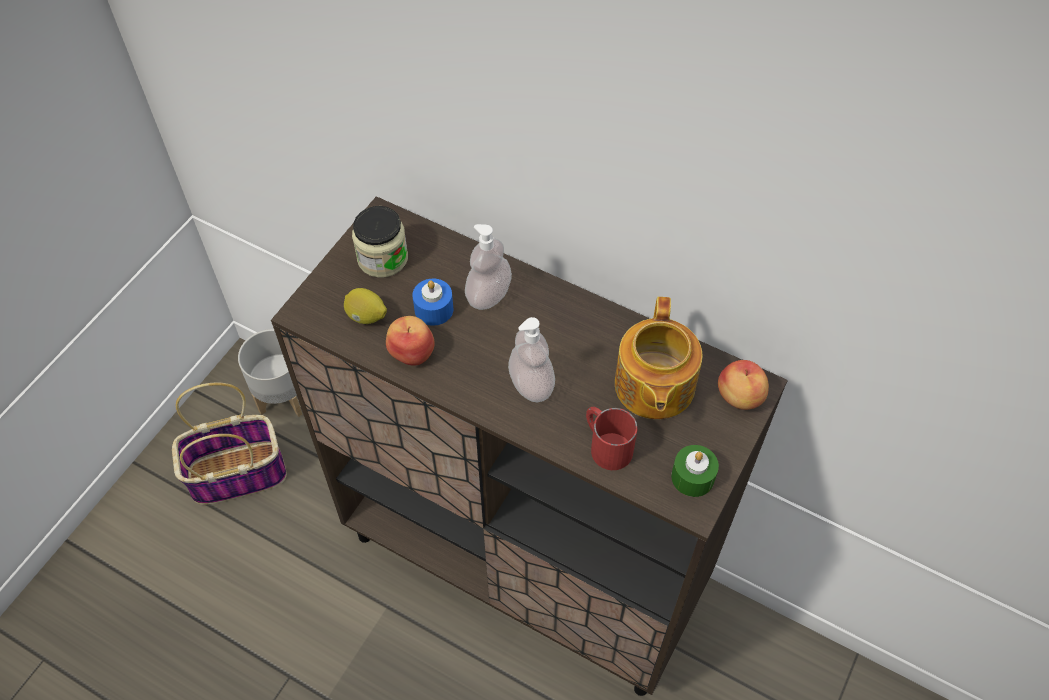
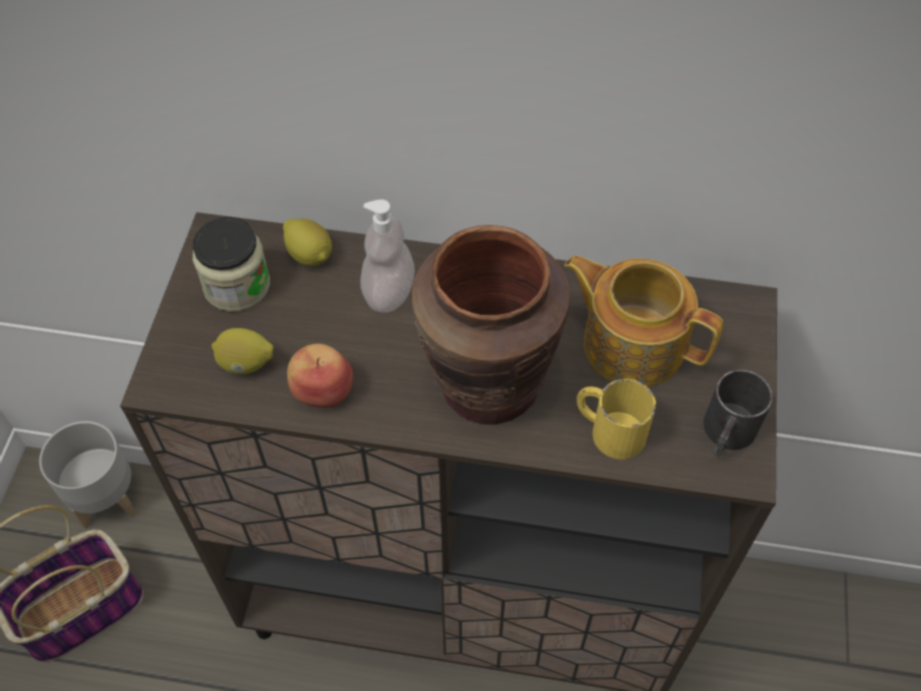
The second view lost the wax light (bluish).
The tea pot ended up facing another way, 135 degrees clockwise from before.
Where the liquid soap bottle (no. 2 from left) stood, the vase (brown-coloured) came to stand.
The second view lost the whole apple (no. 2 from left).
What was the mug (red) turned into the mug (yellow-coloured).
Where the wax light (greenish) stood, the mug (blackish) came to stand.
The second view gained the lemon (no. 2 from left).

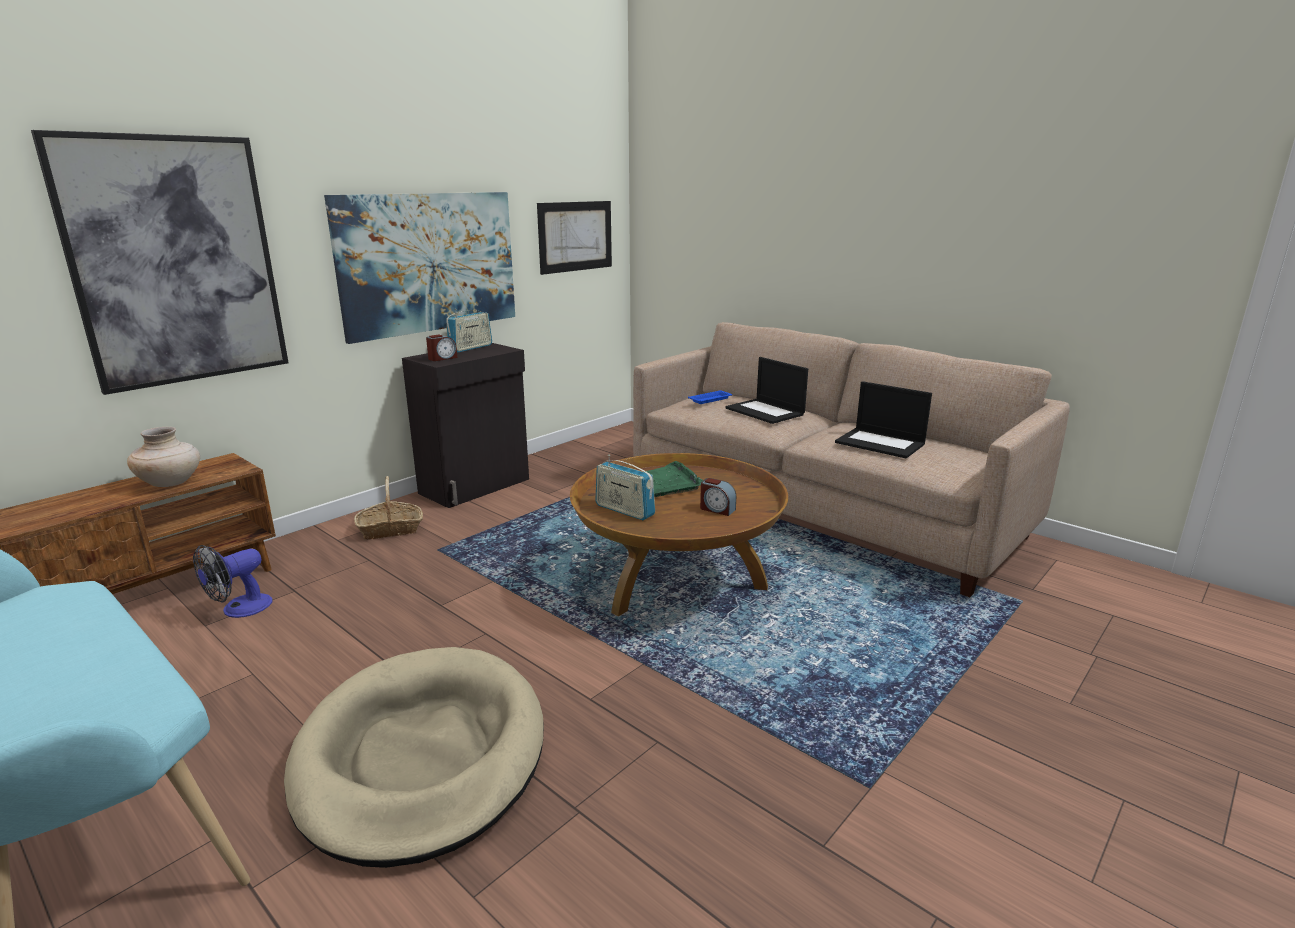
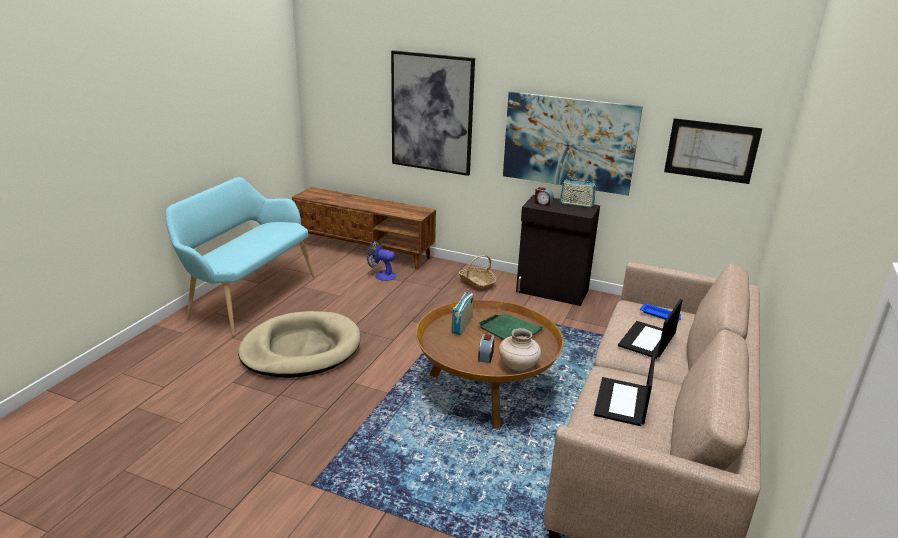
The vase (beige-coloured) ended up elsewhere.

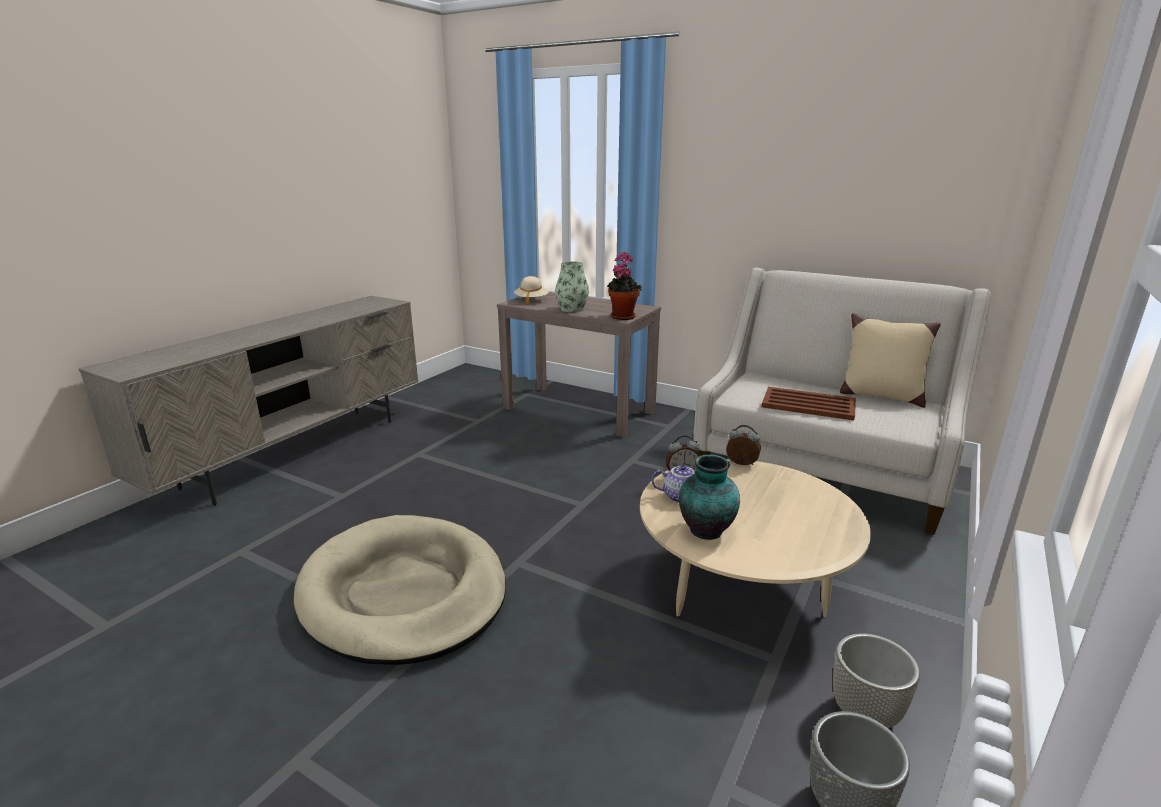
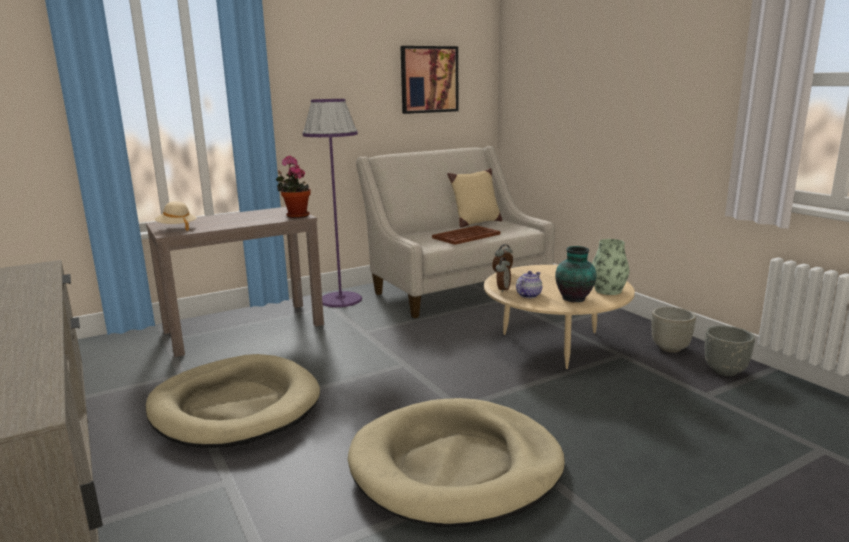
The vase (no. 1 from left in the first image) ended up elsewhere.
The second view gained the picture.
The second view gained the standard lamp (purplish).
The second view gained the dog bed (beige-coloured) (no. 1 from left).

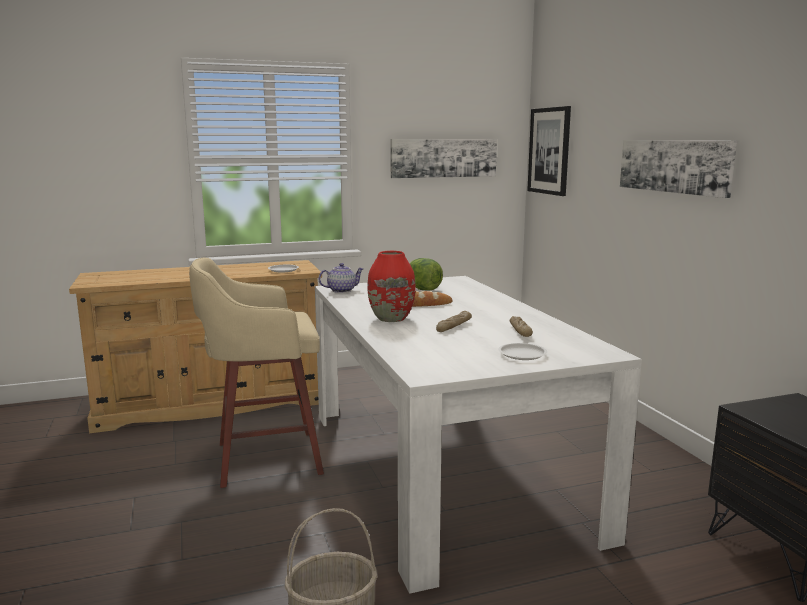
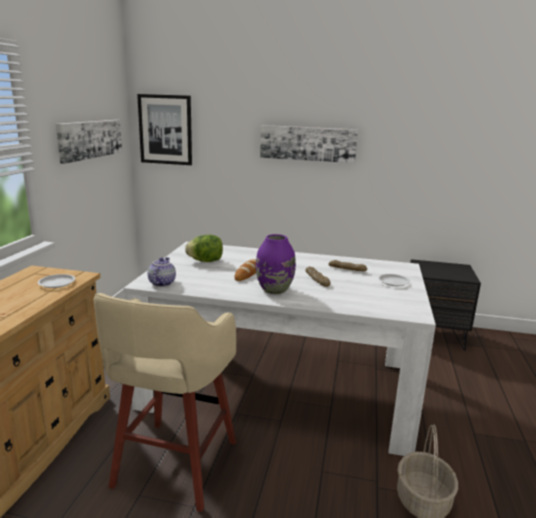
What was the vase (red) turned into the vase (purplish).

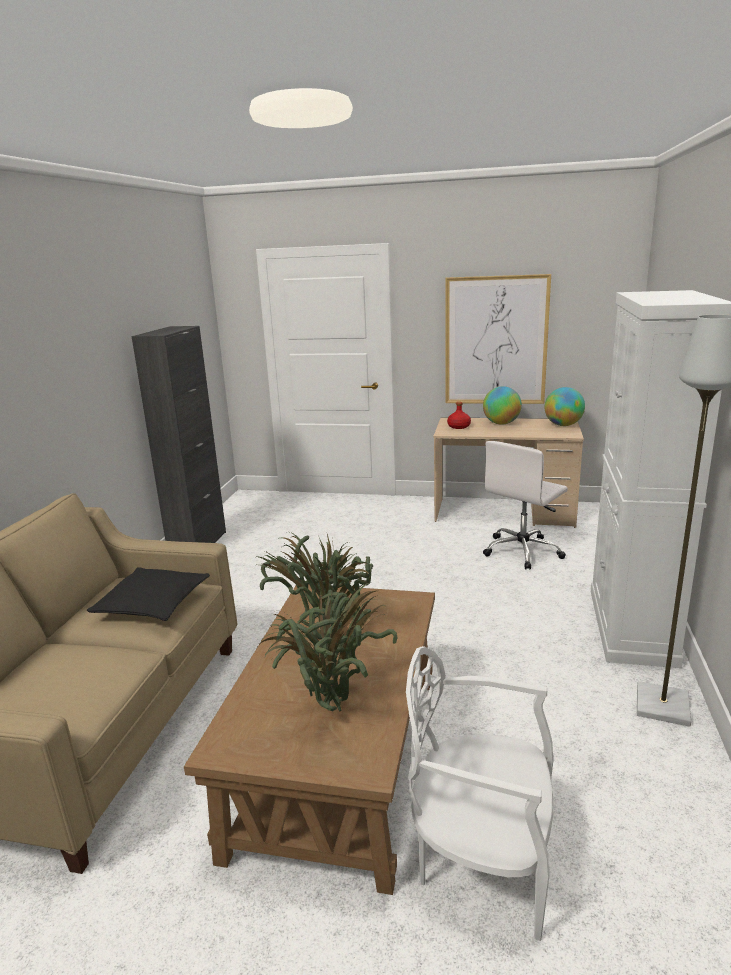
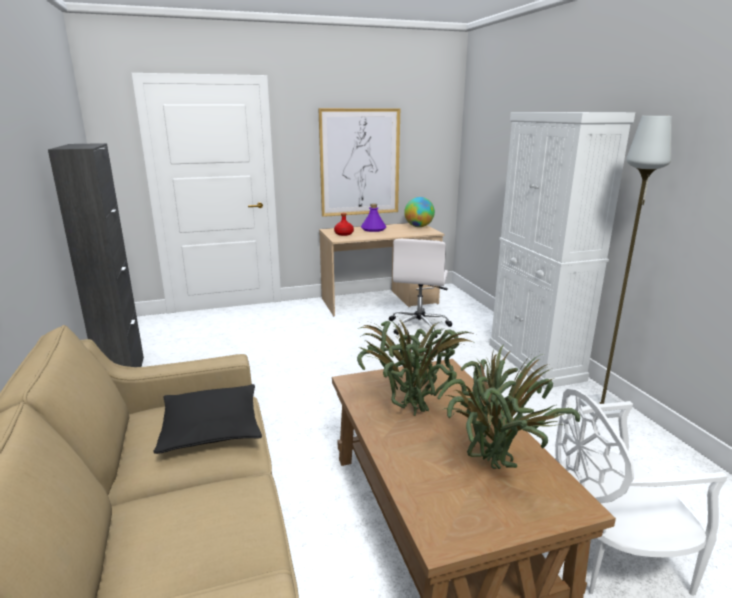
Where the desk globe (no. 1 from left) stood, the beverage bottle (purplish) came to stand.

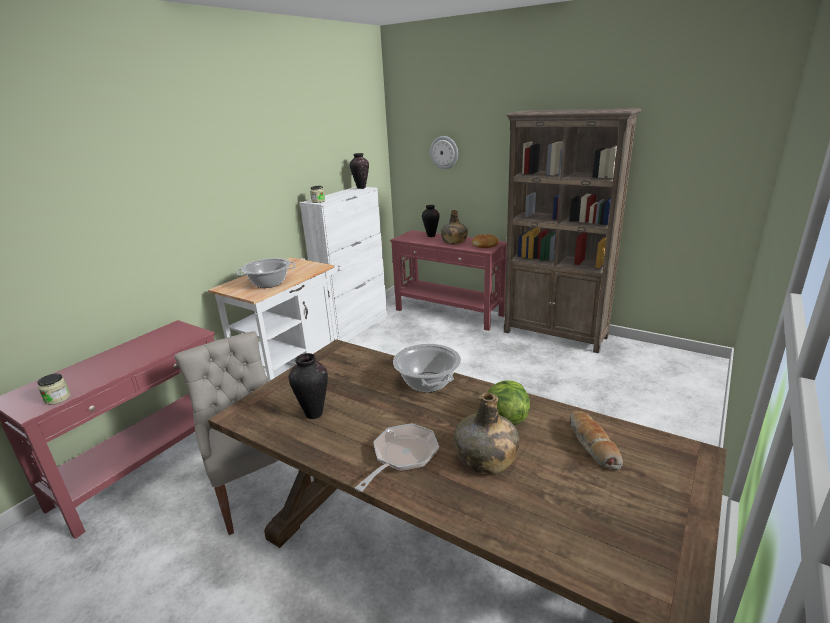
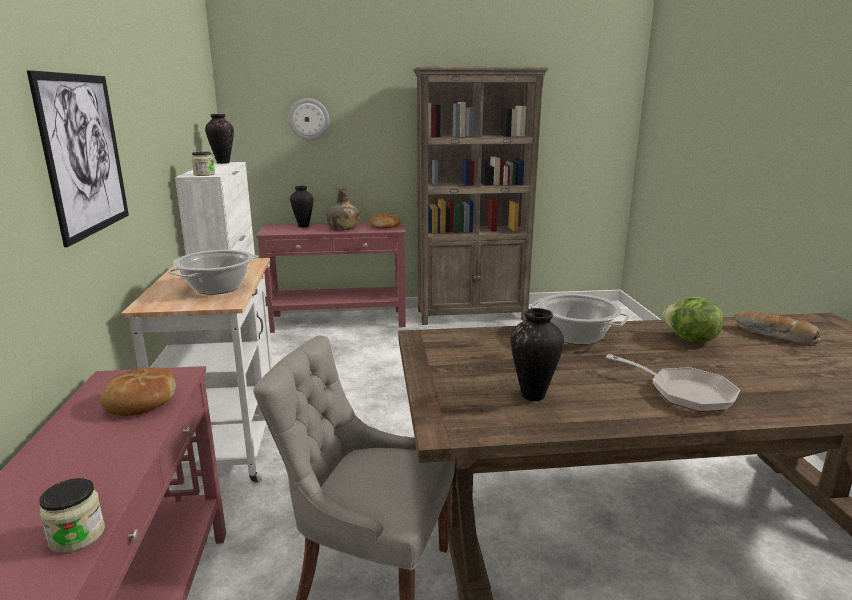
The second view lost the beverage bottle (greenish) (no. 2 from left).
The frying pan ended up facing another way, 135 degrees clockwise from before.
The second view gained the picture.
The second view gained the baked bread (no. 1 from left).

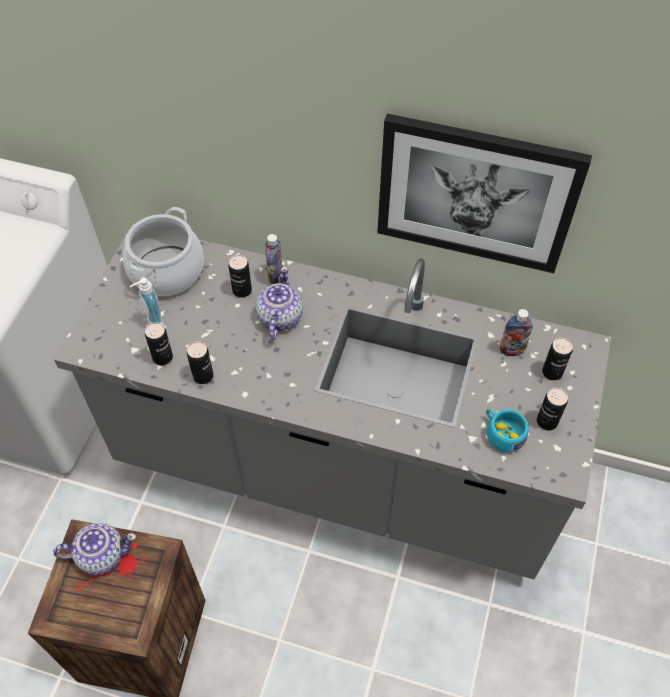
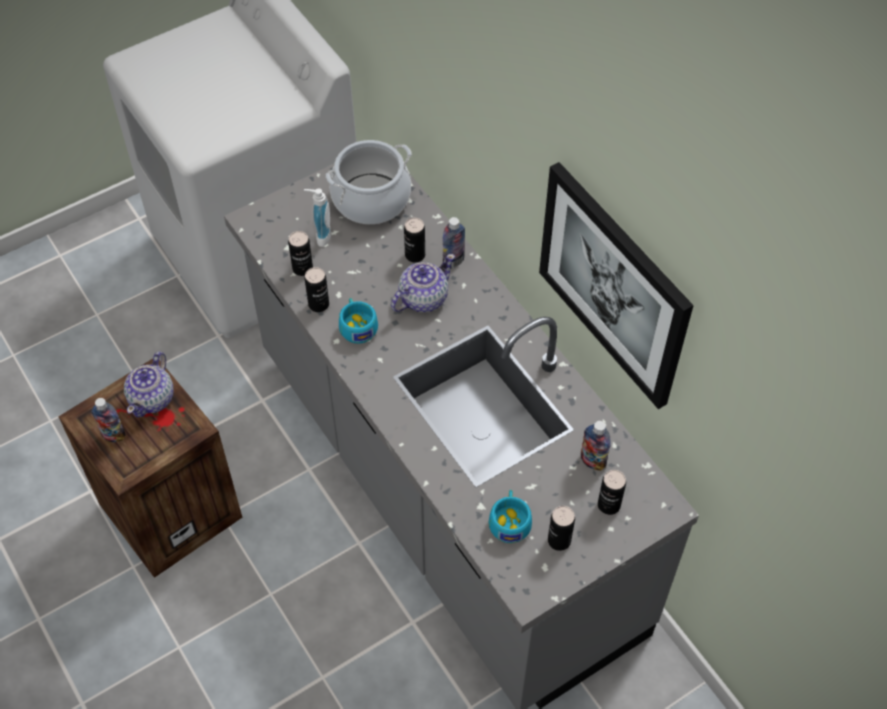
The tea pot (no. 1 from left) ended up facing another way, 75 degrees clockwise from before.
The second view gained the drinking cup (turquoise) (no. 1 from left).
The second view gained the beverage bottle (no. 1 from left).

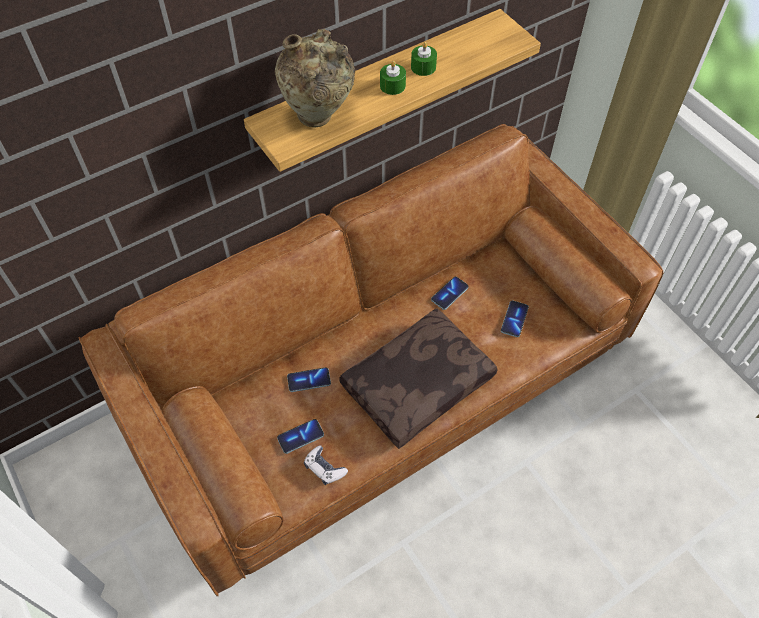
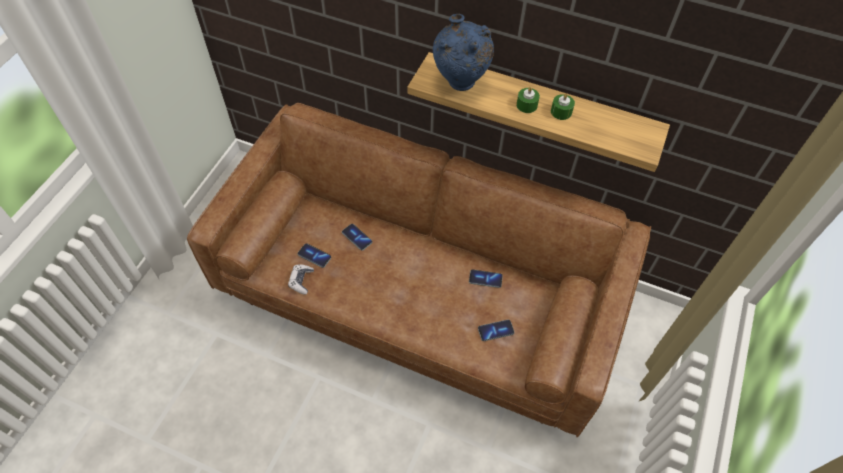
What was the vase (beige-coloured) turned into the vase (bluish).
The second view lost the cushion (brown-coloured).

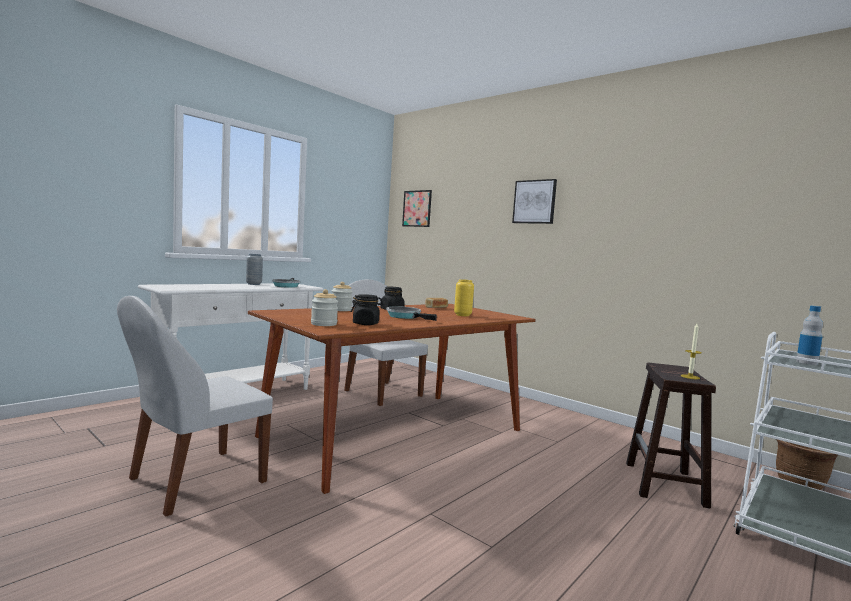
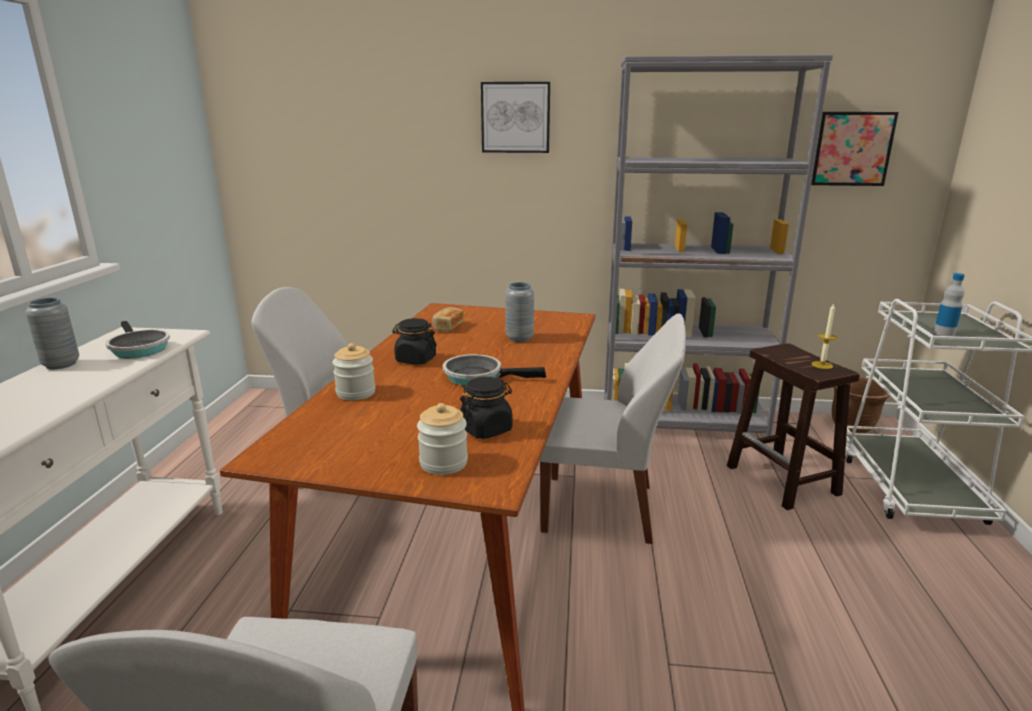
The picture (no. 1 from left in the first image) ended up elsewhere.
What was the vase (yellow-coloured) turned into the vase (greyish) (no. 2 from left).
The second view gained the bookshelf (greyish).
The second view gained the chair (whitish) (no. 3 from left).

